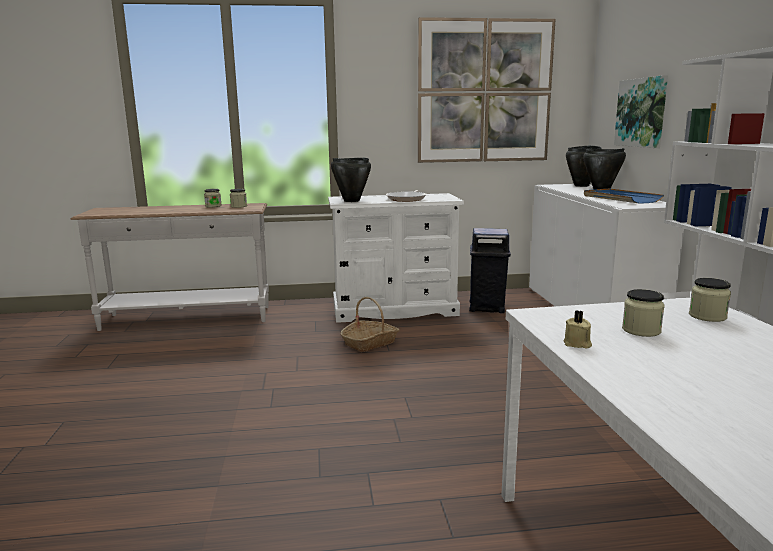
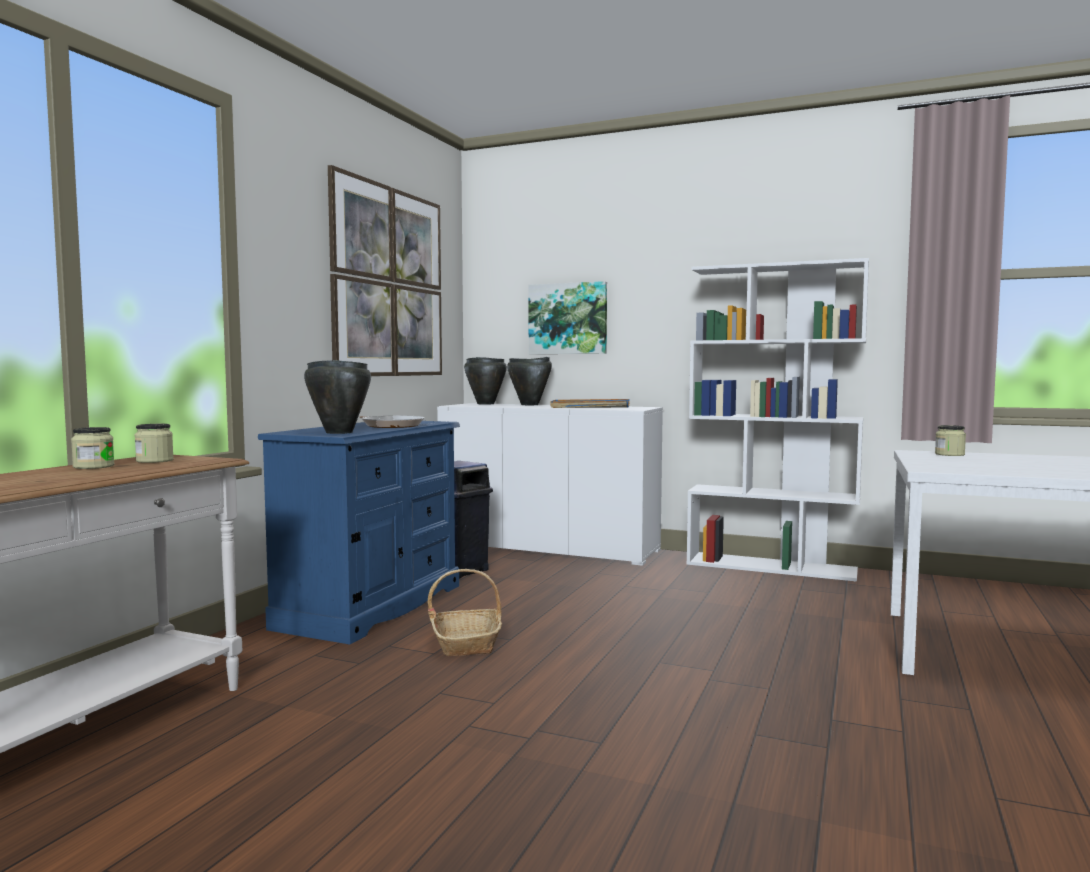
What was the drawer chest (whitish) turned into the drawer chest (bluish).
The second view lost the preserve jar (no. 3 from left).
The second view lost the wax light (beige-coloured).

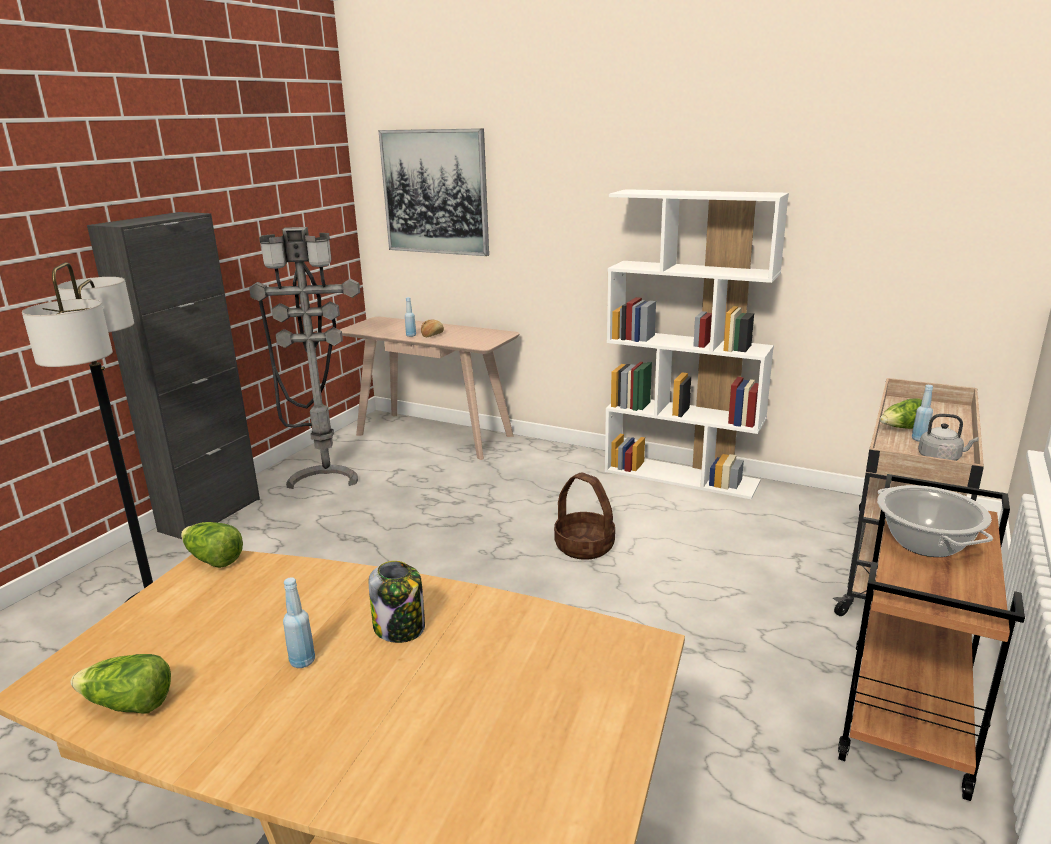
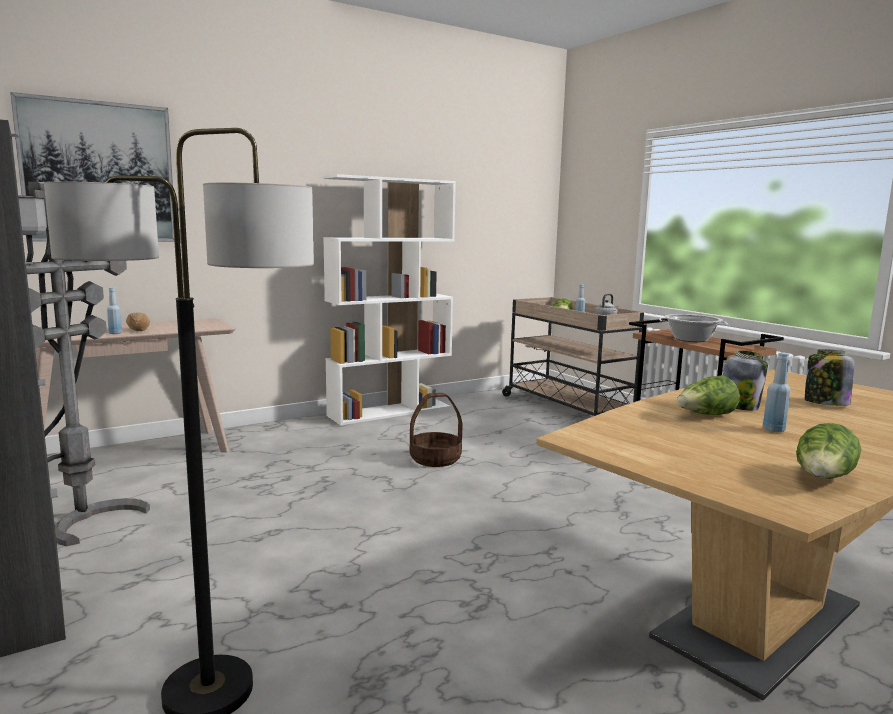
The lettuce (no. 2 from left) ended up elsewhere.
The second view gained the preserve jar (no. 2 from left).

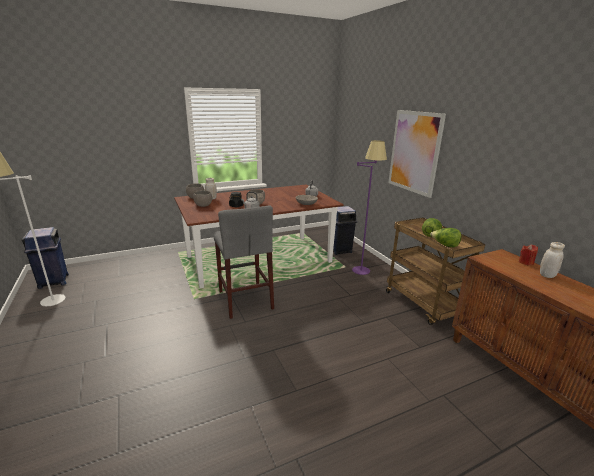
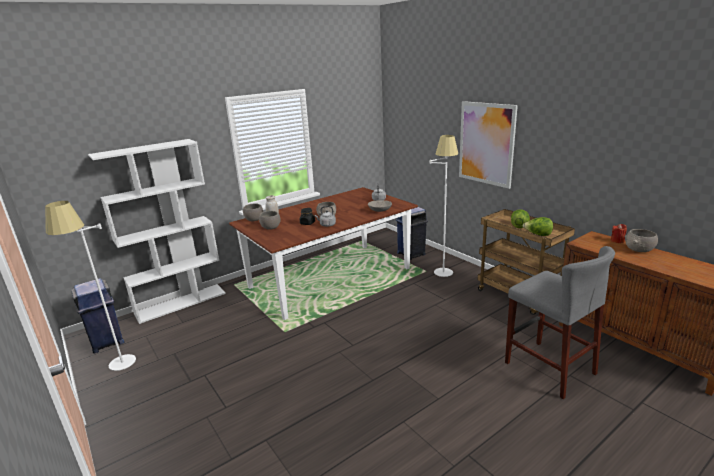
What was the standard lamp (purplish) turned into the standard lamp (whitish) (no. 2 from left).
The stool (greyish) ended up elsewhere.
Where the preserve jar (whitish) (no. 2 from left) stood, the deep dish (greyish) (no. 5 from left) came to stand.
The second view gained the bookshelf (whitish).

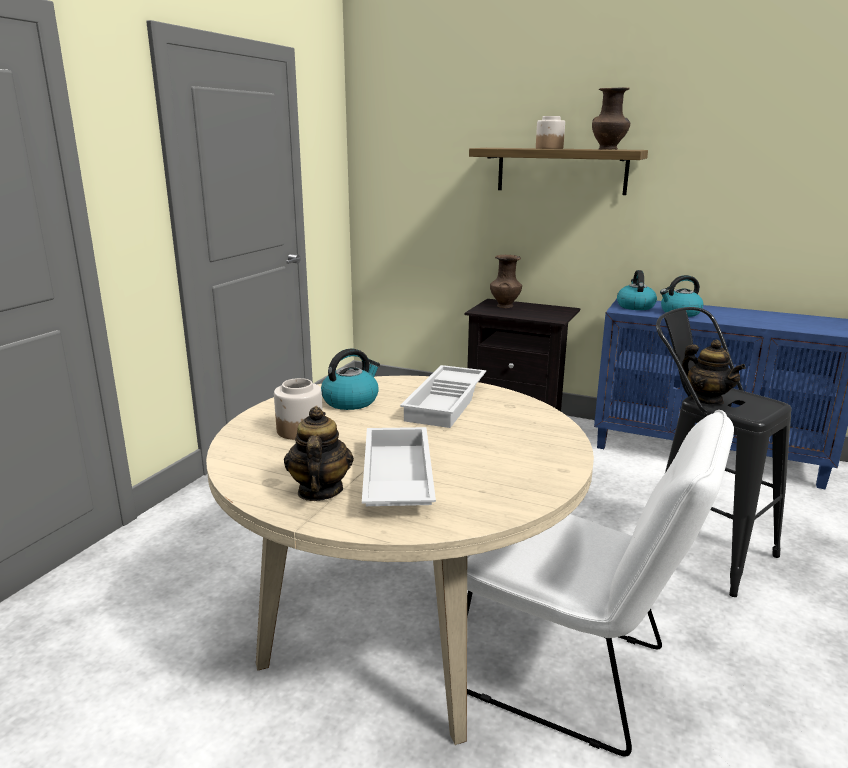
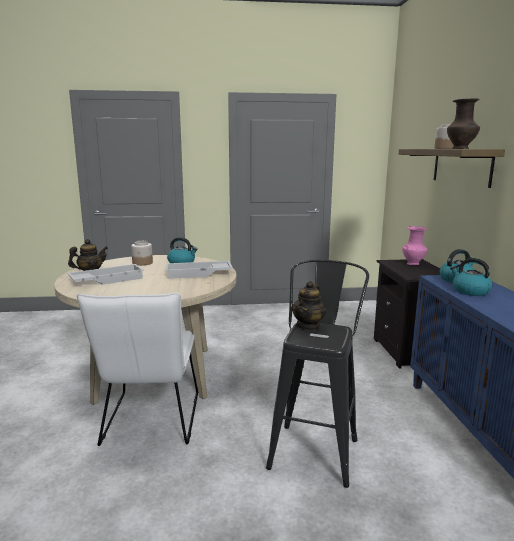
What was the vase (brown-coloured) (no. 1 from left) turned into the vase (pink-coloured).

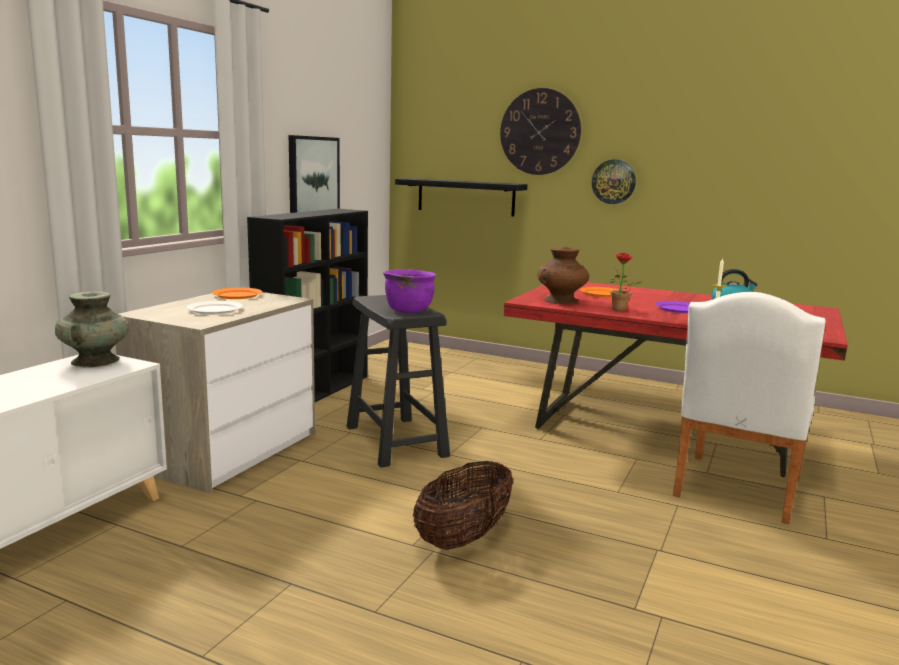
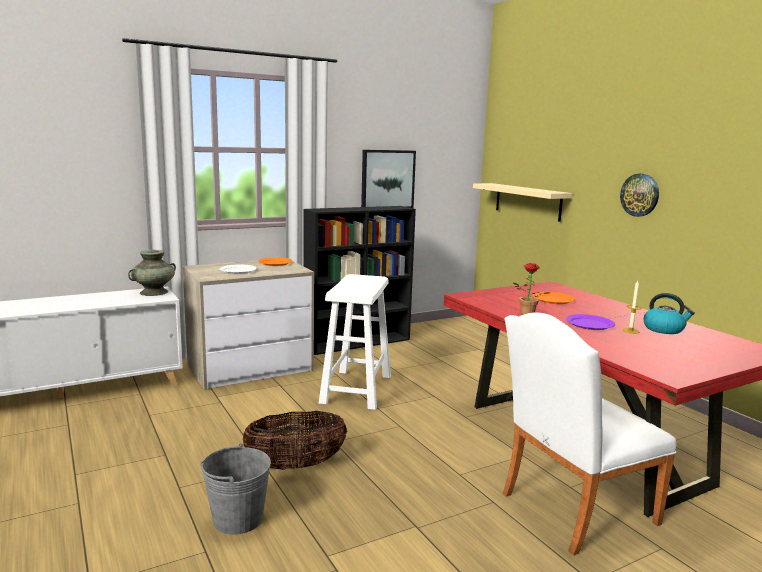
The second view lost the wall clock (no. 1 from left).
What was the bracket shelf (blackish) turned into the bracket shelf (beige-coloured).
The second view lost the vase (brown-coloured).
The second view lost the stockpot (purplish).
What was the stool (blackish) turned into the stool (whitish).
The second view gained the water bucket (greyish).

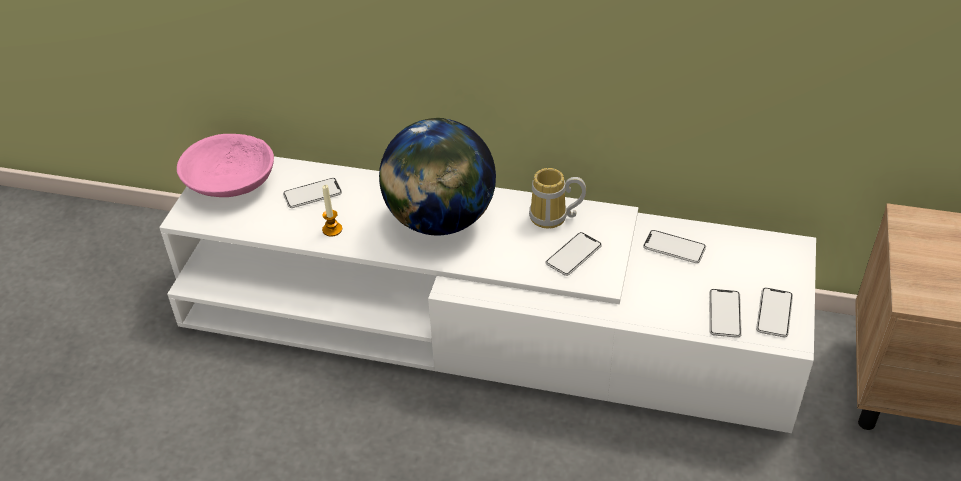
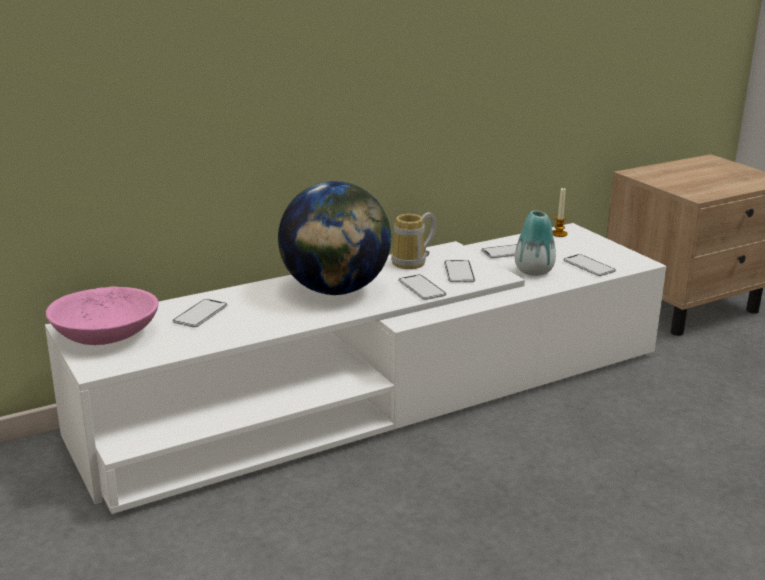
The wax light ended up elsewhere.
The phone (no. 5 from left in the first image) ended up elsewhere.
The second view gained the vase.

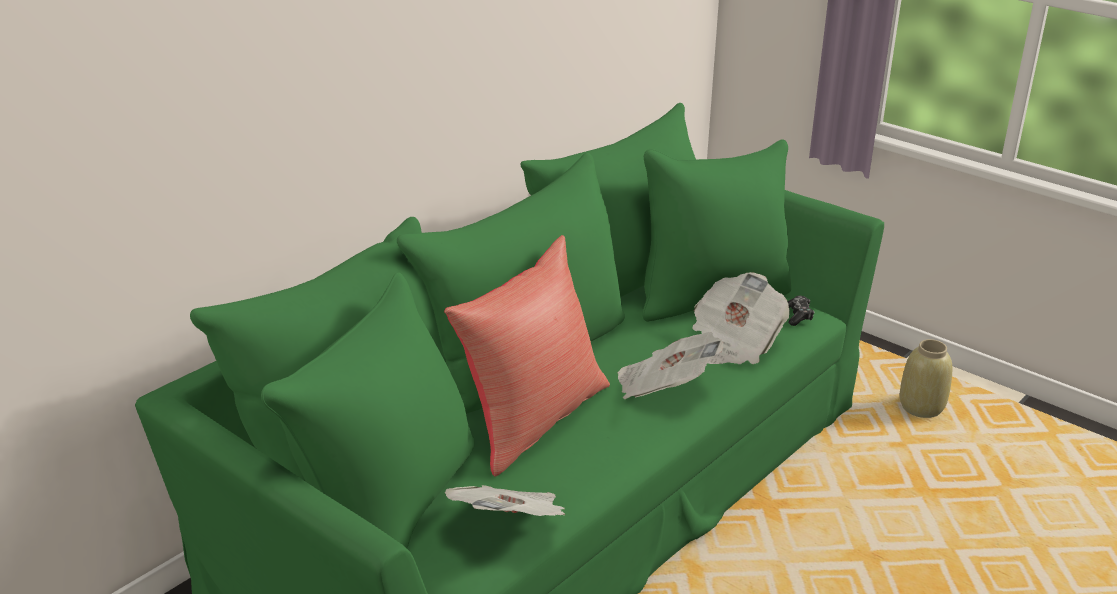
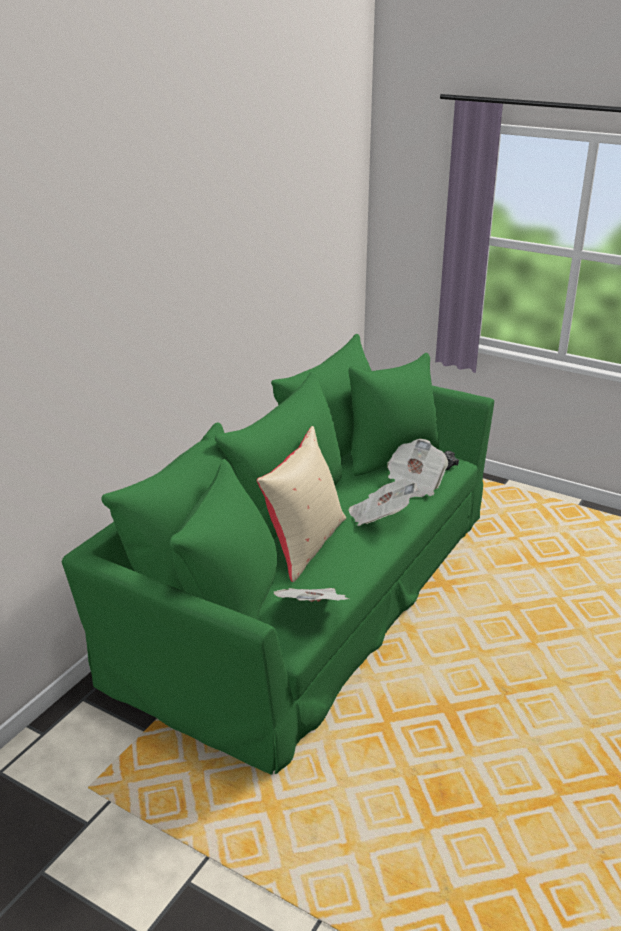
What was the cushion (red) turned into the cushion (beige-coloured).
The second view lost the vase (beige-coloured).

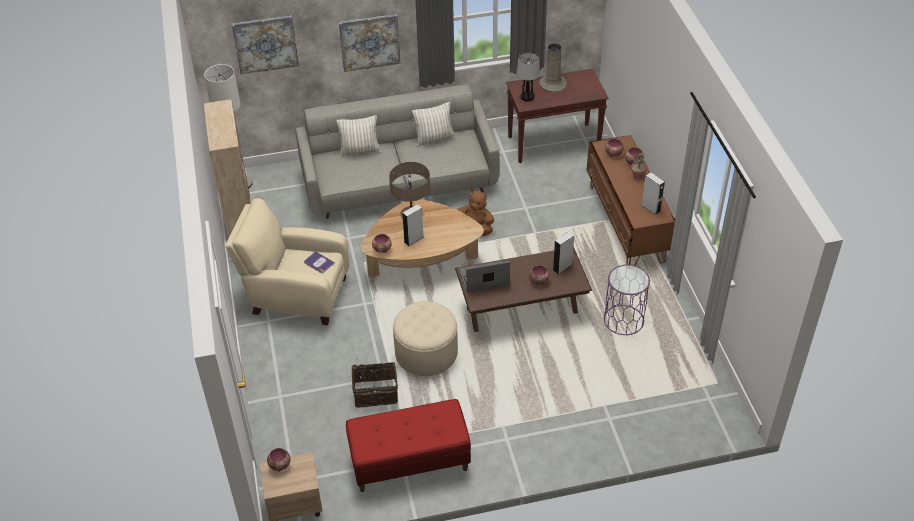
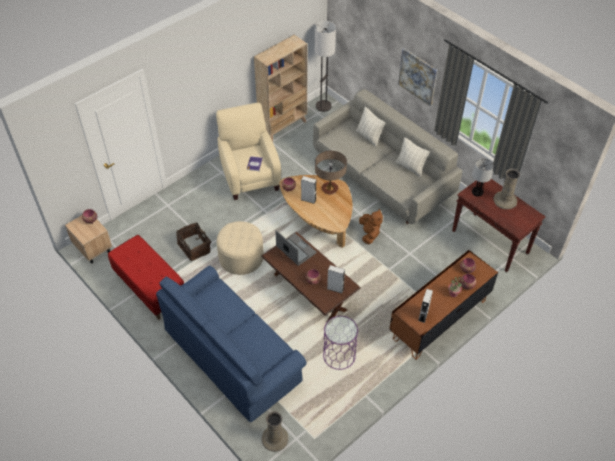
The second view lost the picture (no. 1 from left).
The second view gained the couch (bluish).
The second view gained the vase (beige-coloured) (no. 1 from left).

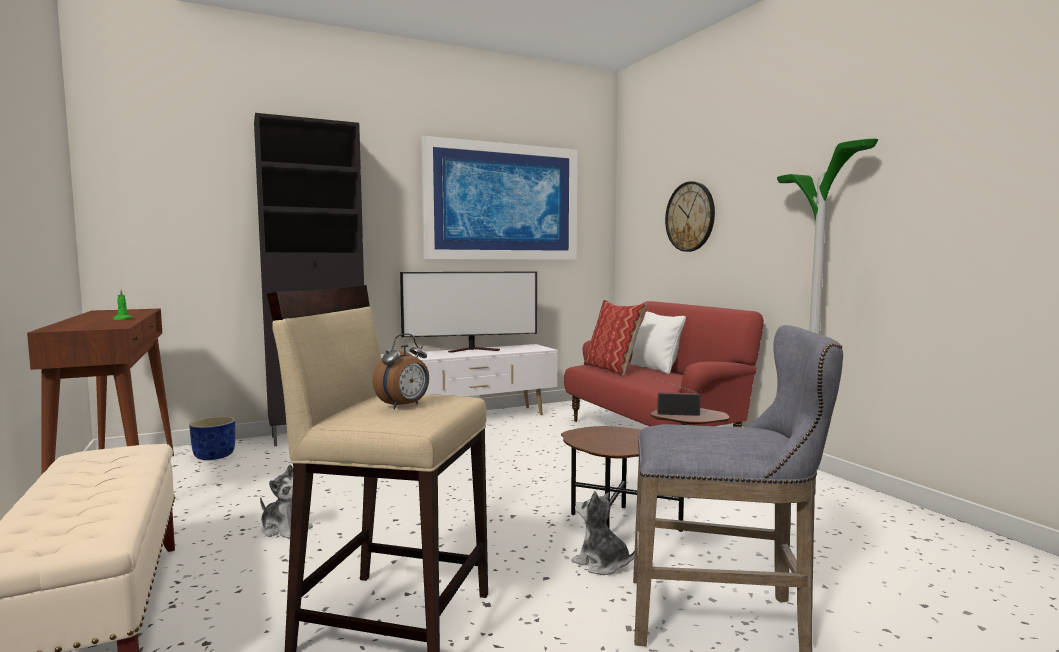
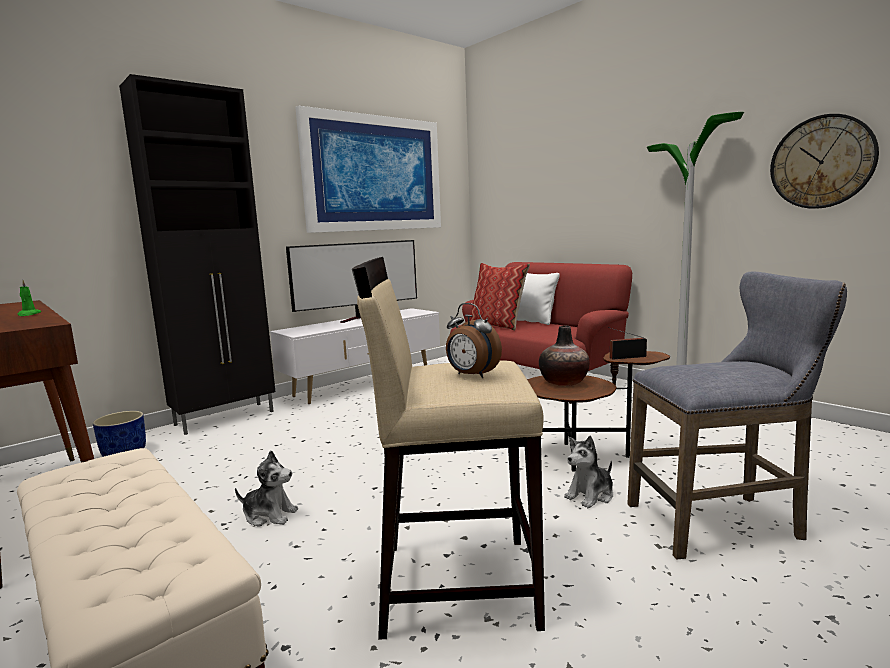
The wall clock ended up elsewhere.
The table clock ended up facing another way, 105 degrees clockwise from before.
The plush toy (no. 2 from left) ended up facing another way, 60 degrees counterclockwise from before.
The second view gained the vase.

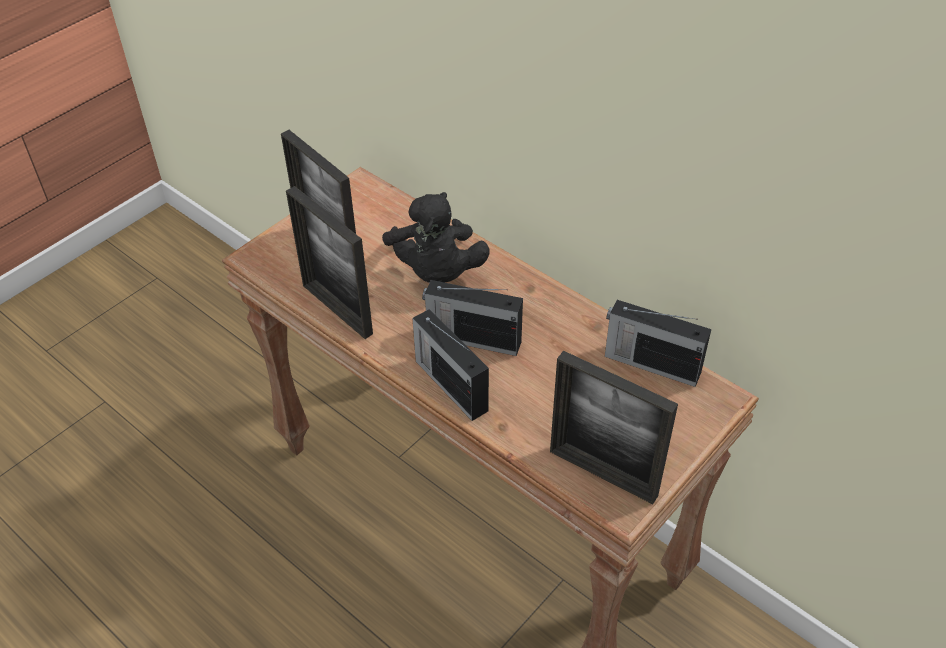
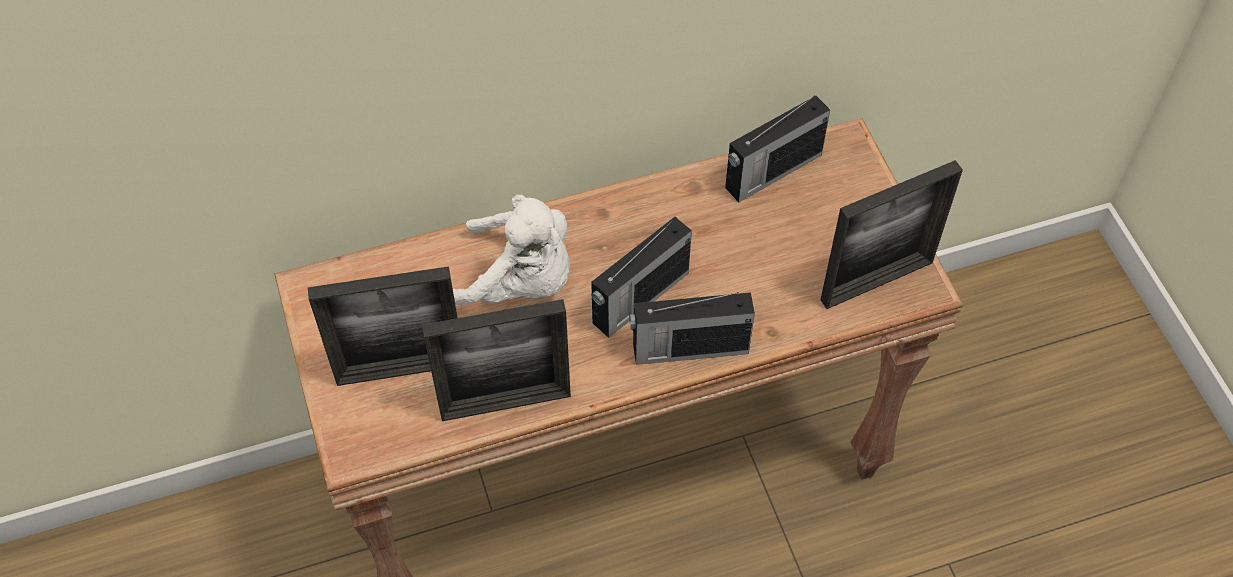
What was the plush toy (blackish) turned into the plush toy (whitish).

